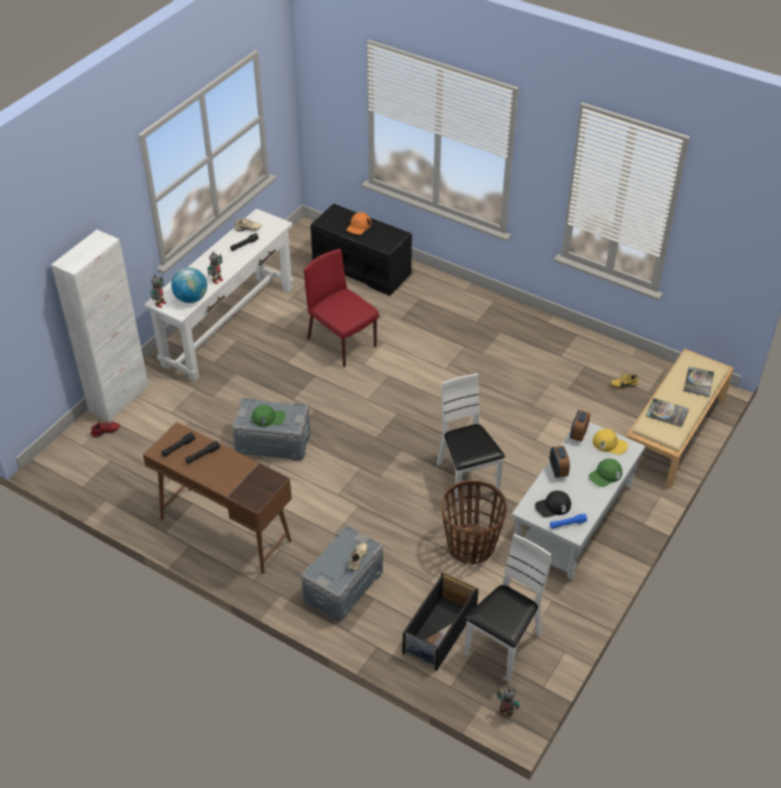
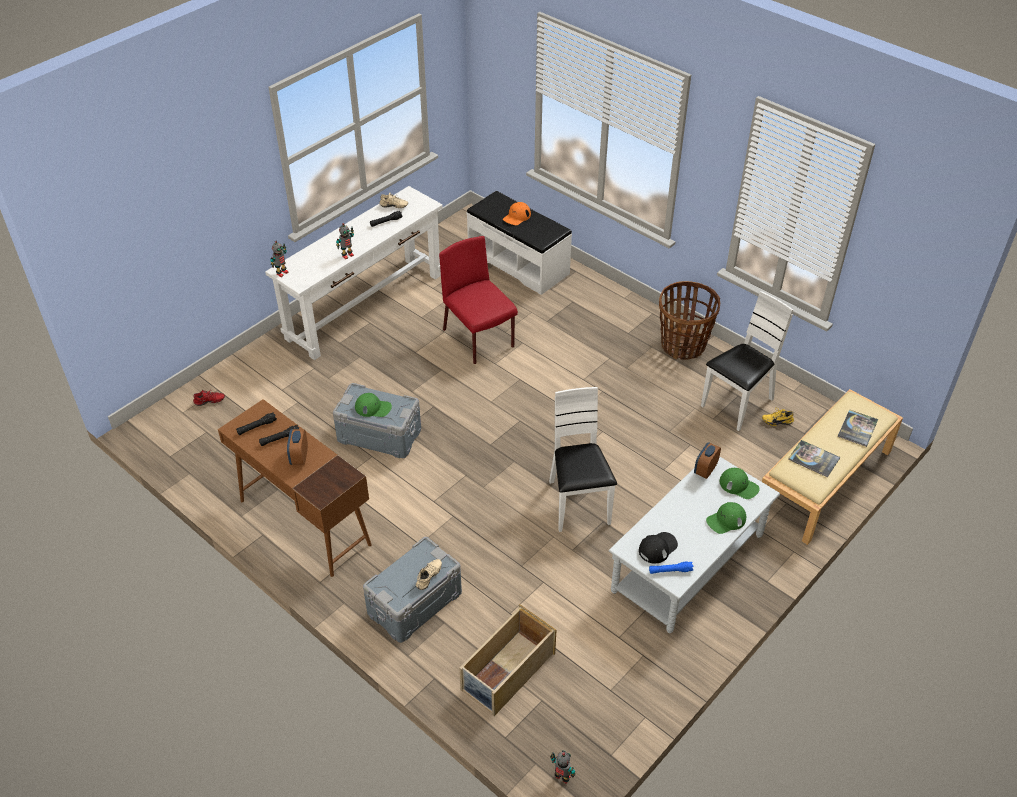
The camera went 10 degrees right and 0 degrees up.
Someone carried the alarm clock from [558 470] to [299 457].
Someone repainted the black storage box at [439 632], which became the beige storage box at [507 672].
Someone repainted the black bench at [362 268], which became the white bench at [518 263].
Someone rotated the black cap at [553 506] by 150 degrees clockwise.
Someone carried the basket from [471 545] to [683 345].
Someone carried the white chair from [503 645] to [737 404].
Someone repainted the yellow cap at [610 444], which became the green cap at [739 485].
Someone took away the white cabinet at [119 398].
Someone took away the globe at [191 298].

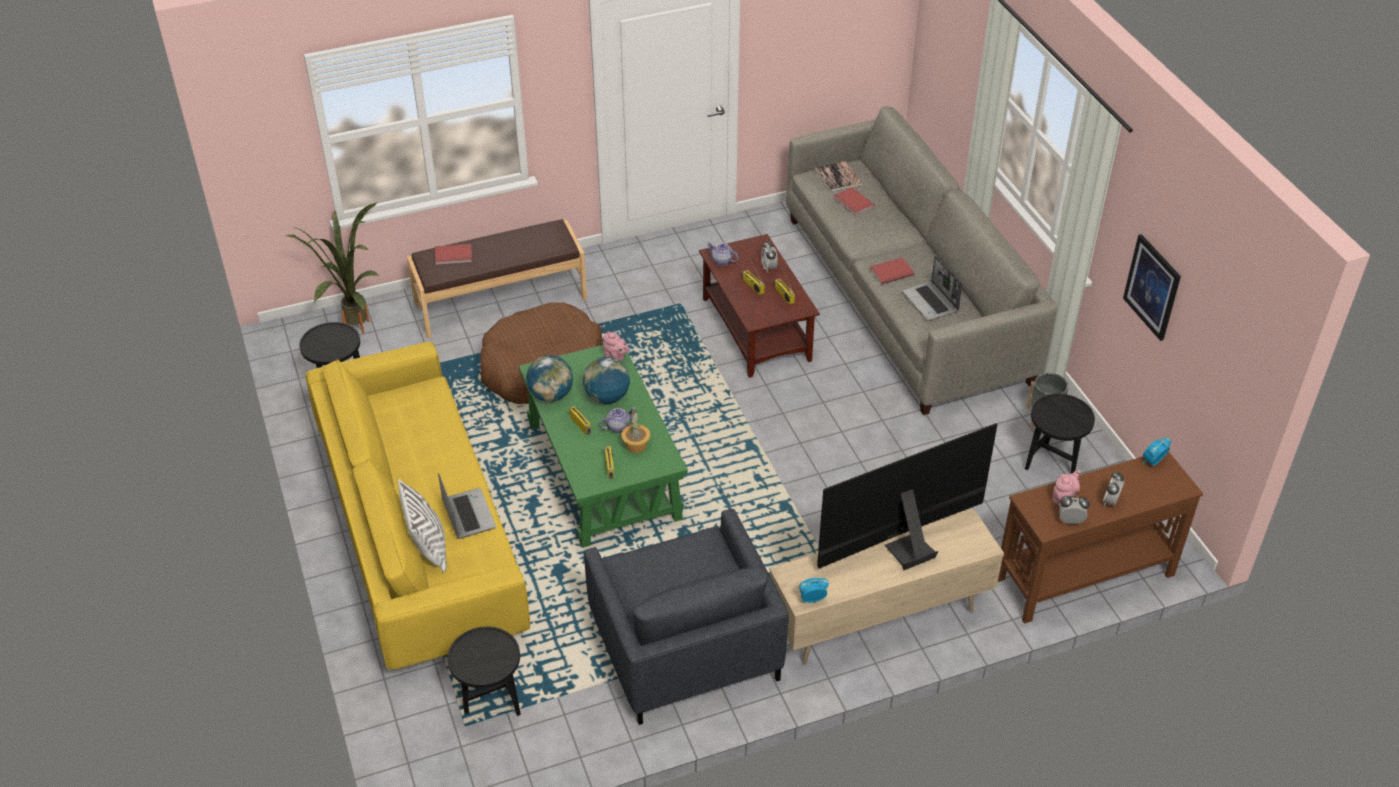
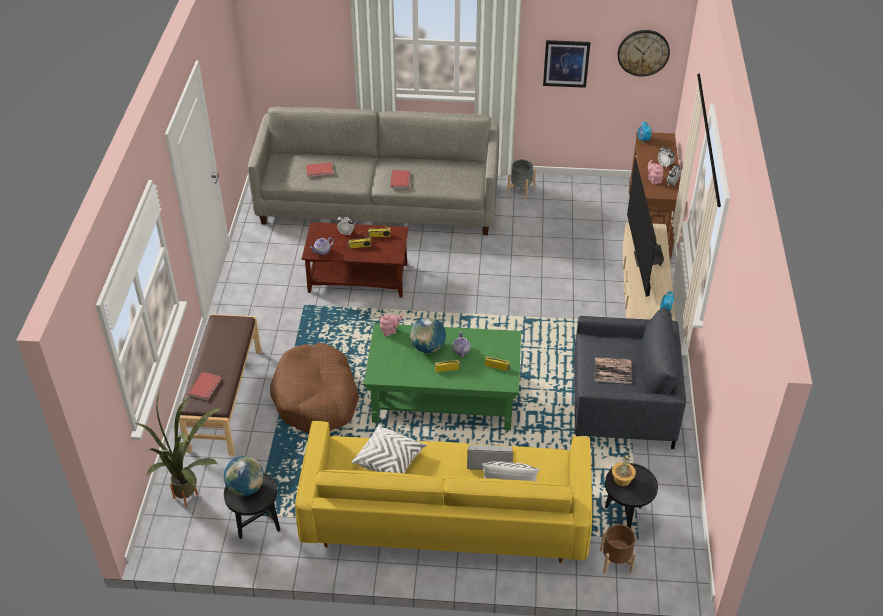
The camera went 65 degrees left and 0 degrees up.
Someone carried the globe from [551 395] to [246 488].
Someone put down the white pillow at [389 459].
Someone carried the book from [838 177] to [613 371].
Someone put down the brown planter at [616 561].
Someone carried the potted plant from [636 445] to [622 479].
Someone put up the wall clock at [643 52].
Someone took away the laptop at [931 302].
Someone took away the black side table at [1052 464].

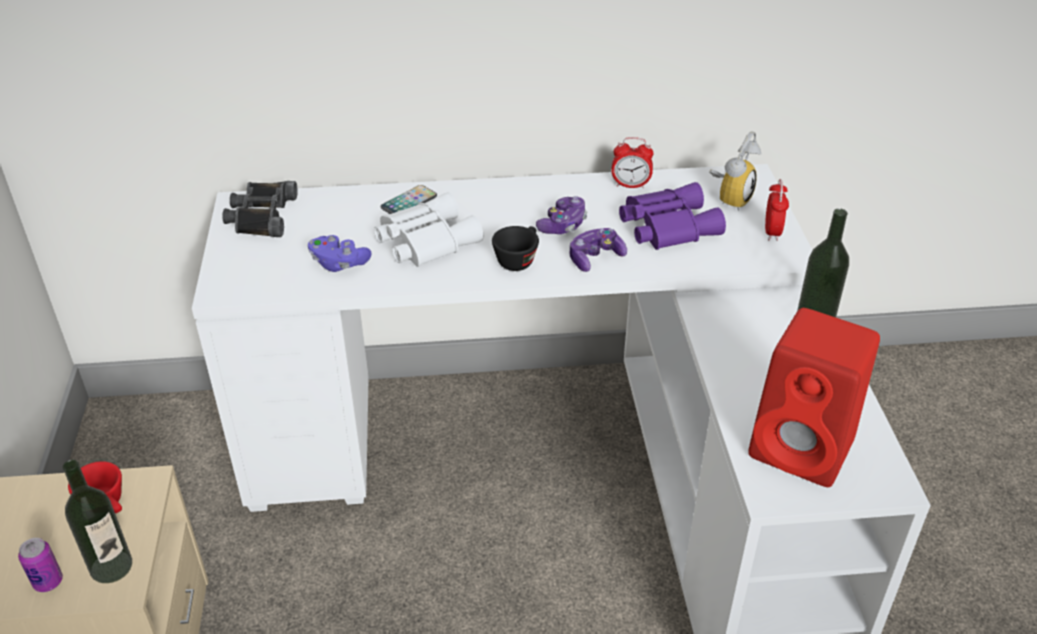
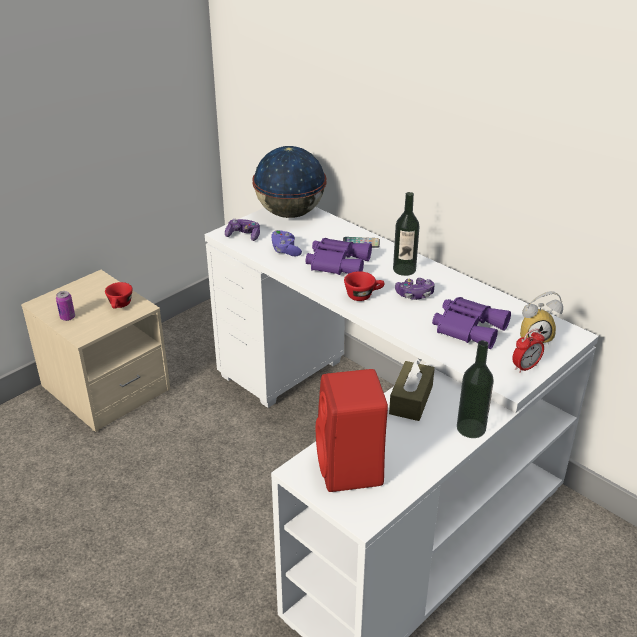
The camera went 50 degrees right and 5 degrees down.
Someone carried the game controller from [595 258] to [243 235].
Someone swapped the black binoculars at [261 216] for the globe at [290 214].
Someone repainted the white binoculars at [424 240], which became the purple binoculars at [337 262].
Someone repainted the black cup at [518 259], which became the red cup at [363 295].
Someone put down the brown tissue box at [411 400].
Someone carried the bottle from [111 566] to [404 269].
Someone took away the alarm clock at [630 185].

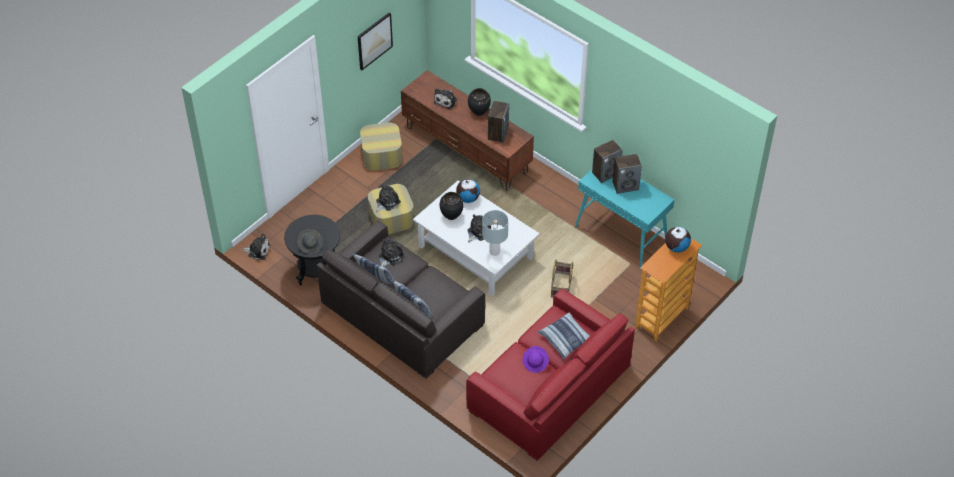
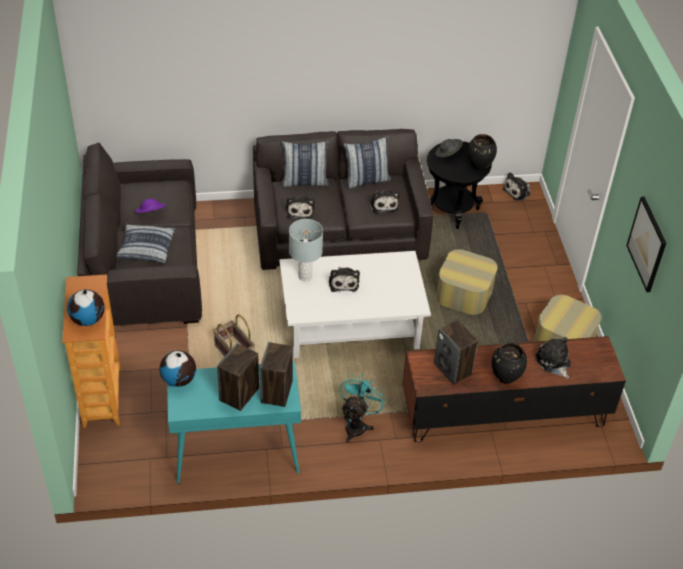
The camera went 130 degrees right and 5 degrees down.
Someone repainted the red sofa at [549 389], which became the grey sofa at [144 264].
Someone carried the globe from [468 198] to [179 380].
Someone carried the plush toy from [386 202] to [300 210].
Someone put down the turquoise fan at [357 425].
Someone carried the black vase from [451 215] to [480 166].

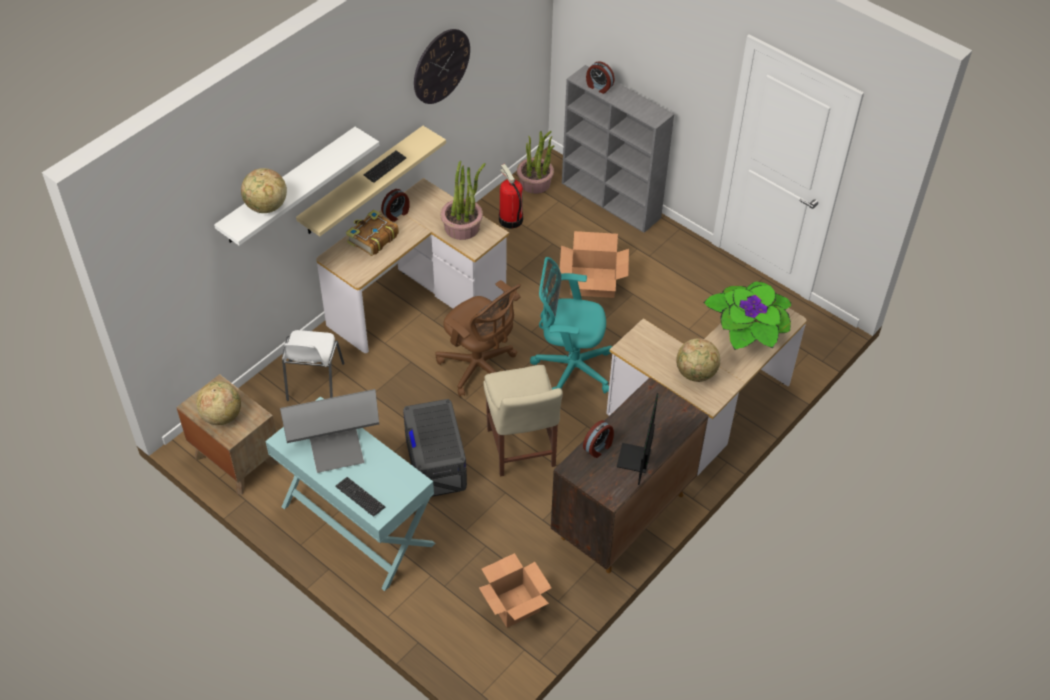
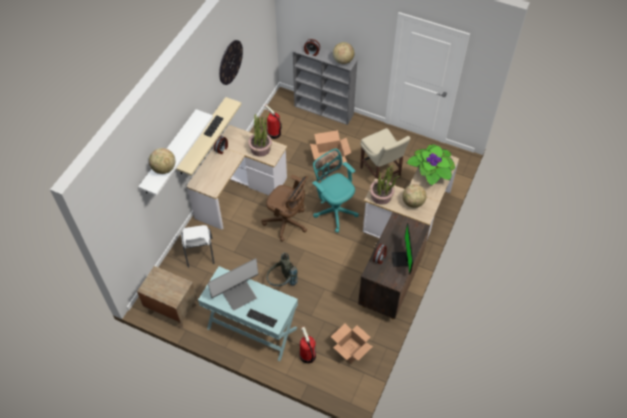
The camera went 15 degrees left and 5 degrees up.
Someone swapped the grey storage box at [436 462] for the grey backpack at [281 281].
Someone put down the fire extinguisher at [307 355].
Someone rotated the turquoise office chair at [569 367] by 60 degrees clockwise.
Someone carried the globe from [222 416] to [343 60].
Someone carried the beige chair from [521 450] to [381 174].
Someone carried the potted plant from [535 183] to [381 196].
Someone took away the book at [372 238].

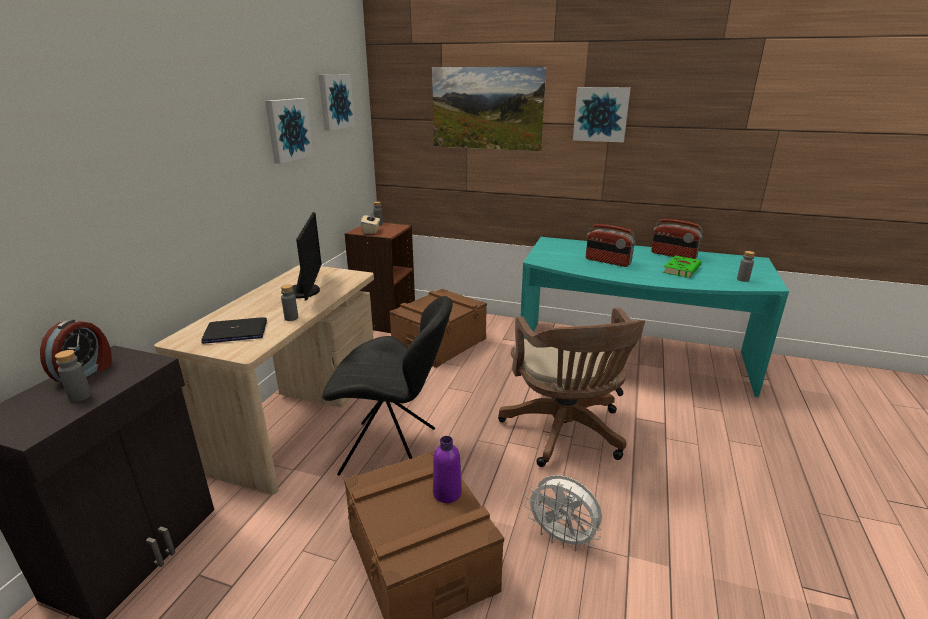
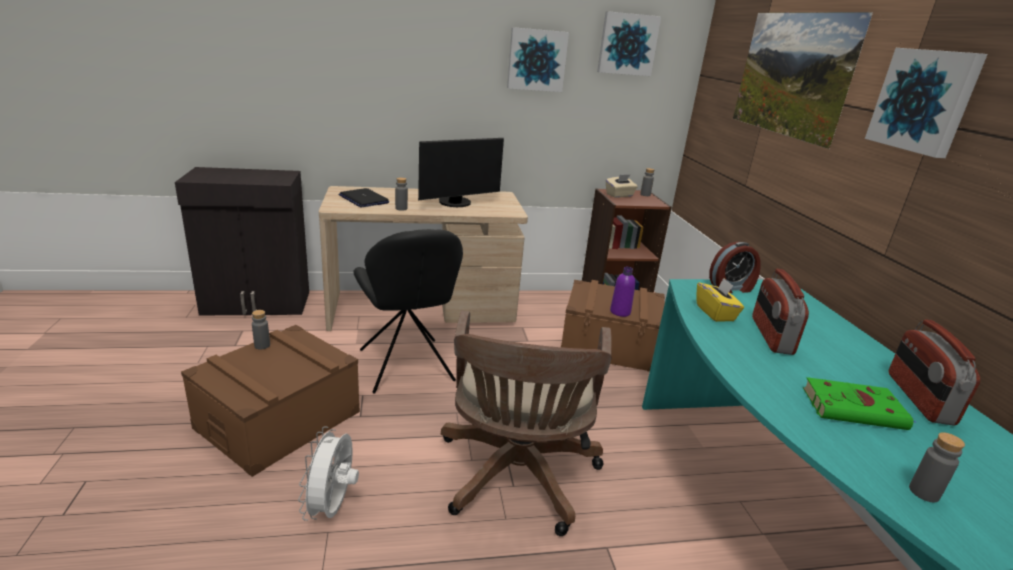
The camera went 60 degrees right and 0 degrees up.
Someone carried the grey bottle from [80 396] to [262 345].
Someone rotated the brown office chair at [565 433] by 45 degrees counterclockwise.
Someone carried the purple bottle from [447 493] to [620 312].
Someone put down the yellow tissue box at [715 313].
Someone carried the alarm clock from [85 373] to [731 288].

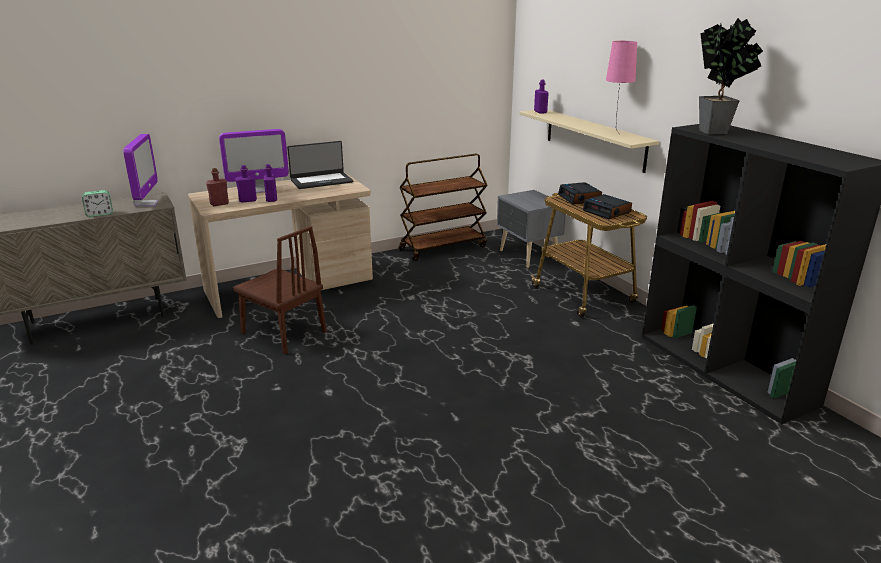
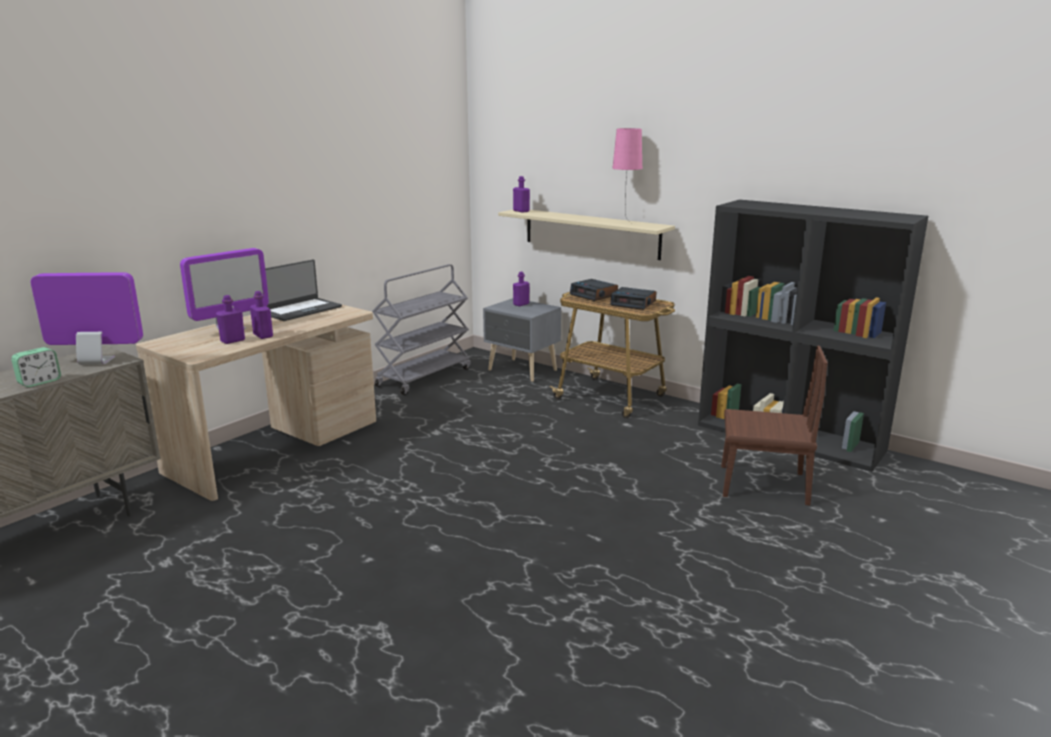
The camera went 25 degrees left and 5 degrees down.
Someone rotated the monitor at [146 204] by 60 degrees counterclockwise.
Someone repainted the brown cart at [443 248], which became the grey cart at [424 377].
Someone put down the purple bottle at [521 304].
Someone carried the brown chair from [283 332] to [763 484].
Someone took away the red bottle at [219 204].
Someone took away the potted plant at [718 132].

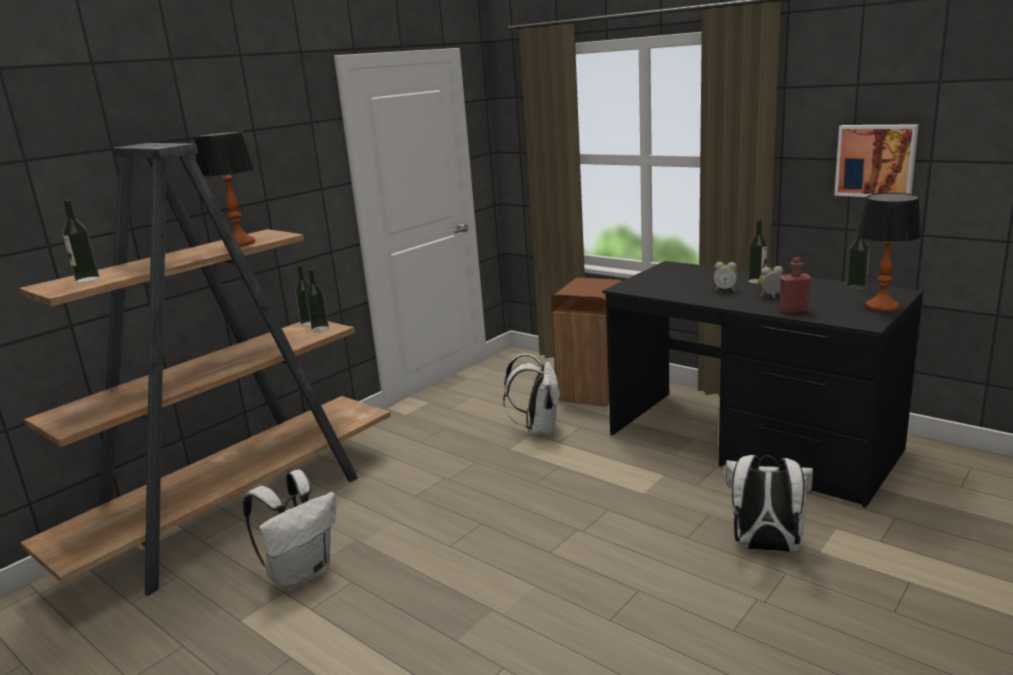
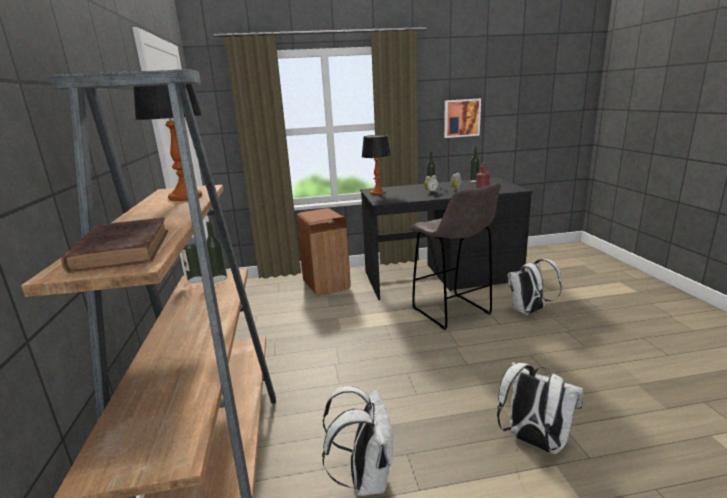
The camera went 50 degrees left and 0 degrees up.
Someone swapped the bottle at [87 279] for the brown book at [124 249].
Someone carried the table lamp from [881 307] to [377 193].
Someone put down the grey stool at [452 312].
Someone carried the white backpack from [538 430] to [533 441].

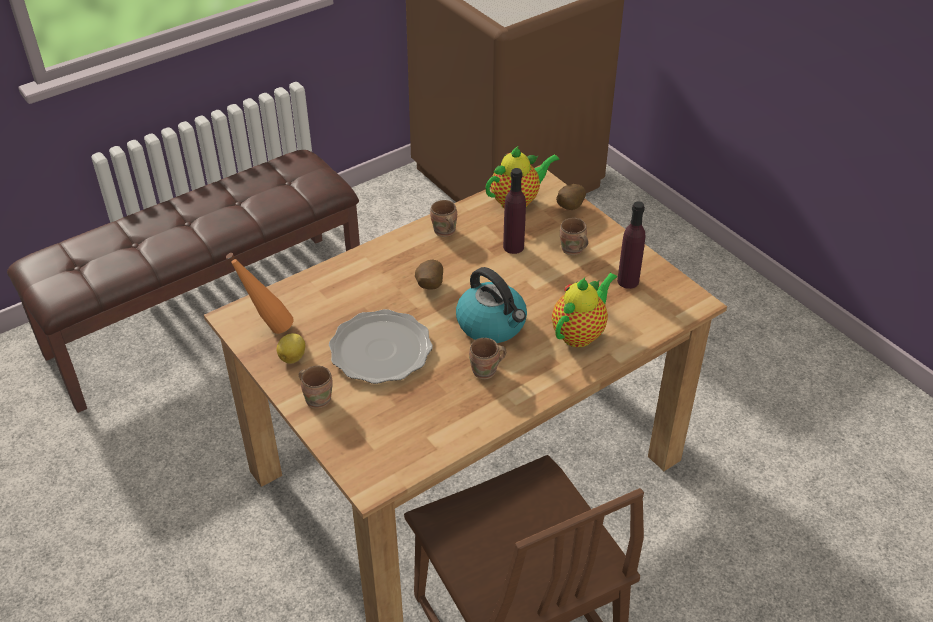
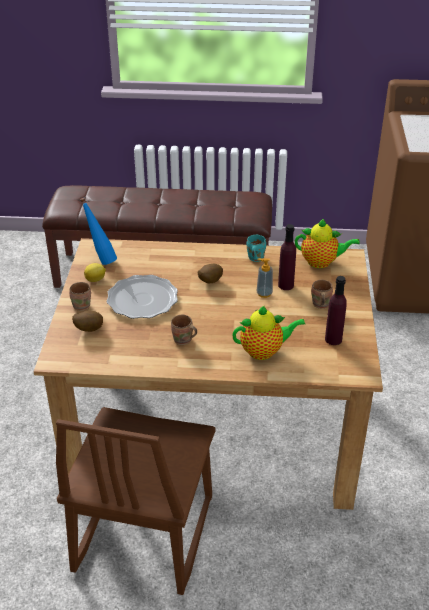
The camera went 40 degrees right and 5 degrees down.
Someone carried the potato from [569 208] to [89 329].
Someone repainted the orange bottle at [268 329], which became the blue bottle at [101 260].
Someone repainted the brown mug at [444 232], which became the turquoise mug at [254 258].
Someone put down the soap dispenser at [264 293].
Someone took away the kettle at [492 324].

